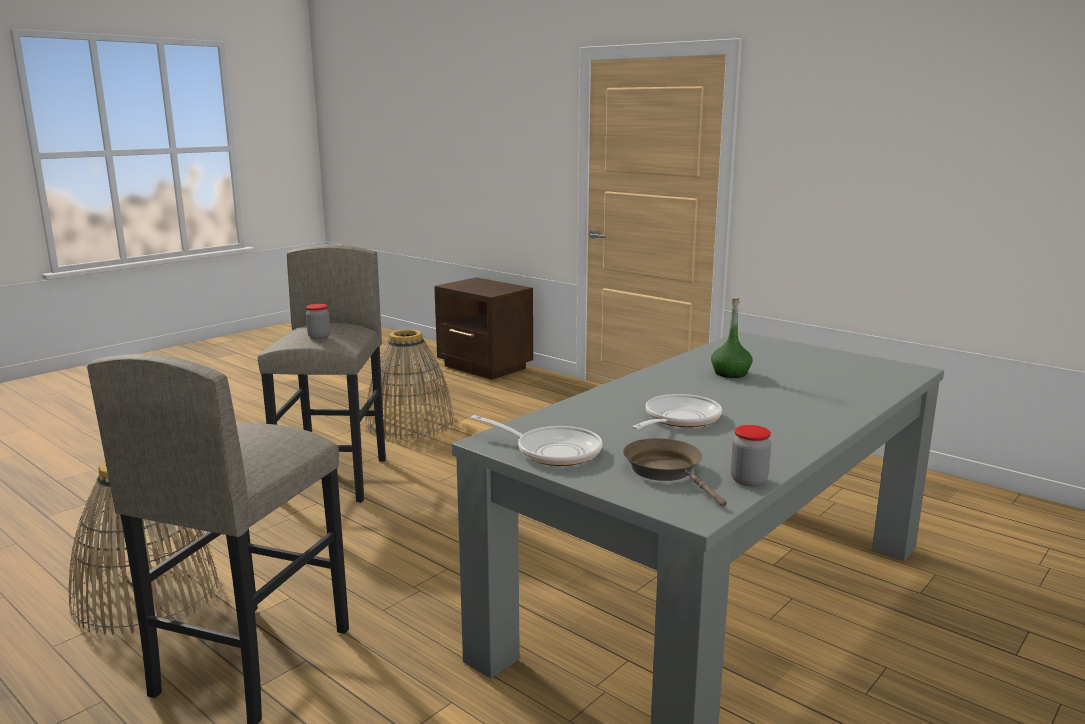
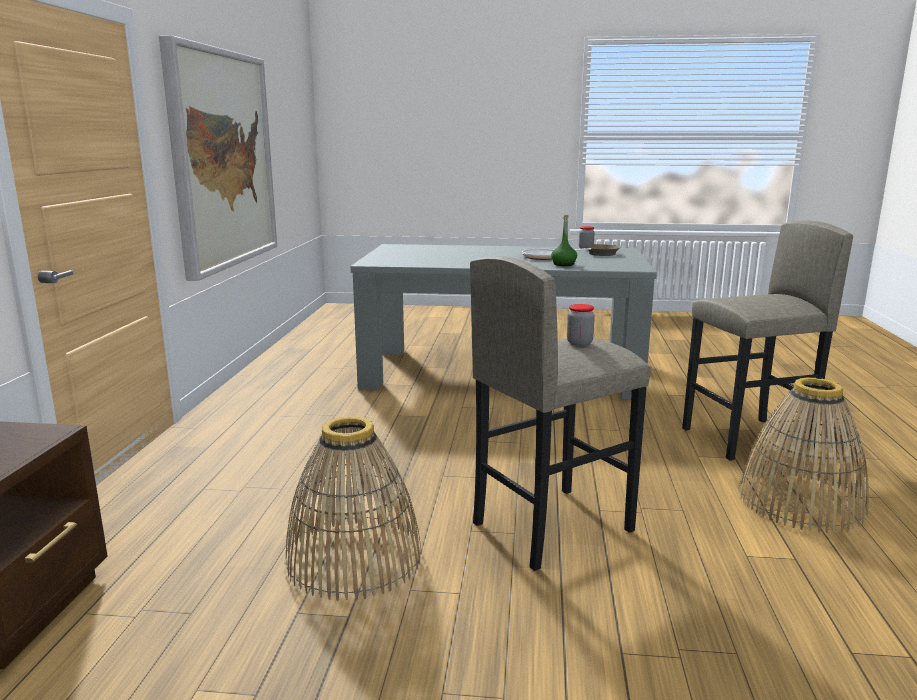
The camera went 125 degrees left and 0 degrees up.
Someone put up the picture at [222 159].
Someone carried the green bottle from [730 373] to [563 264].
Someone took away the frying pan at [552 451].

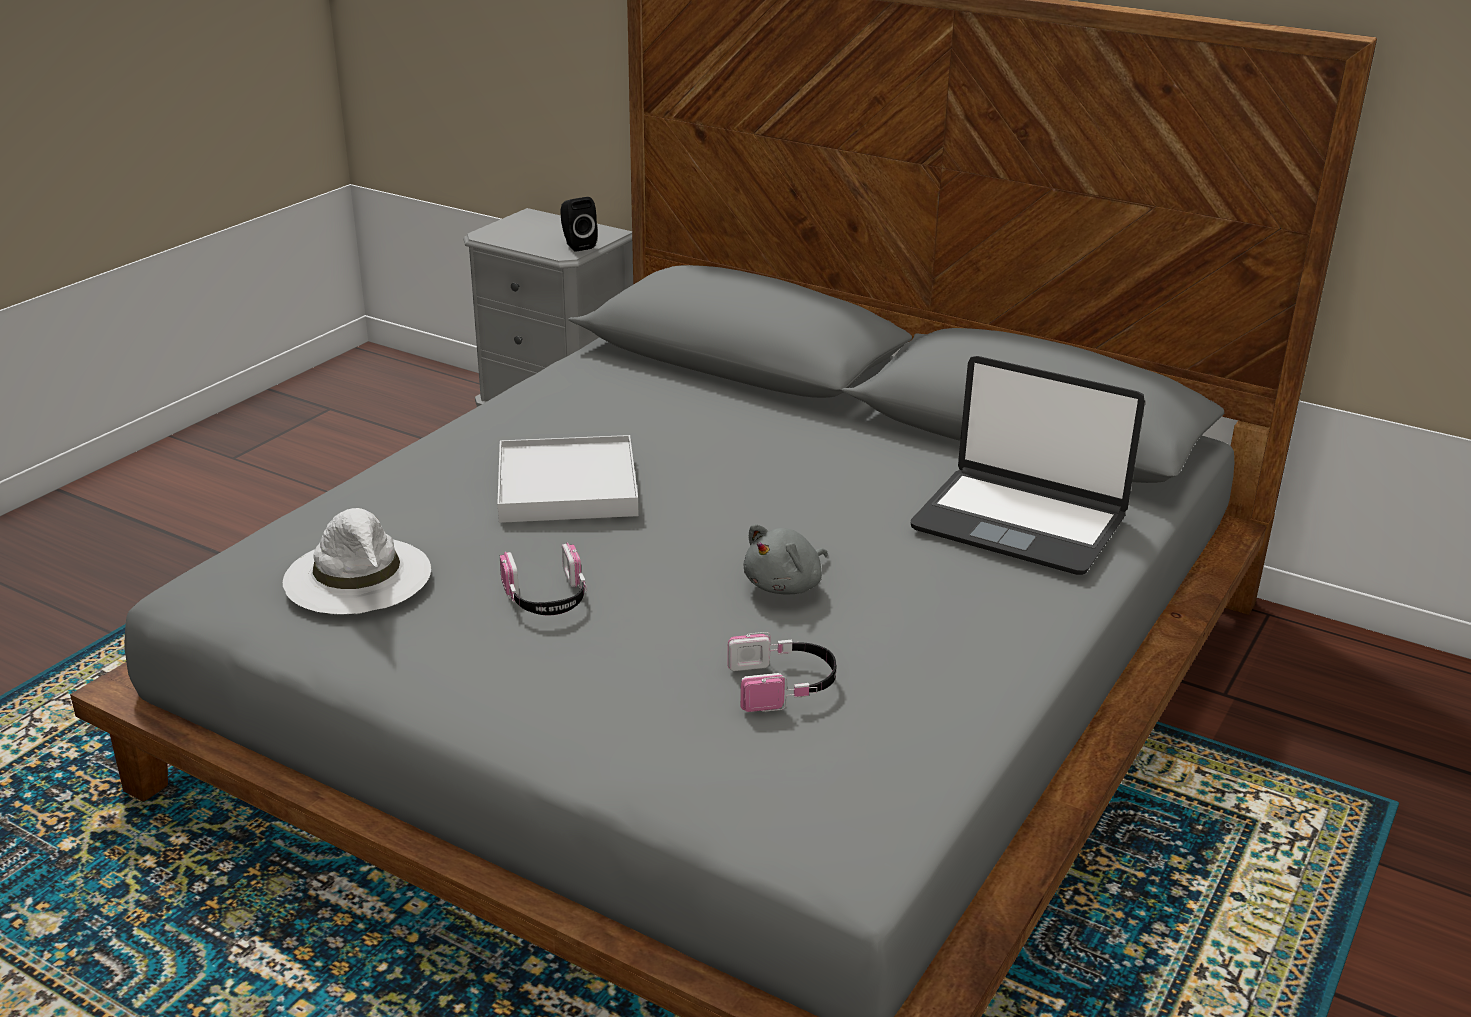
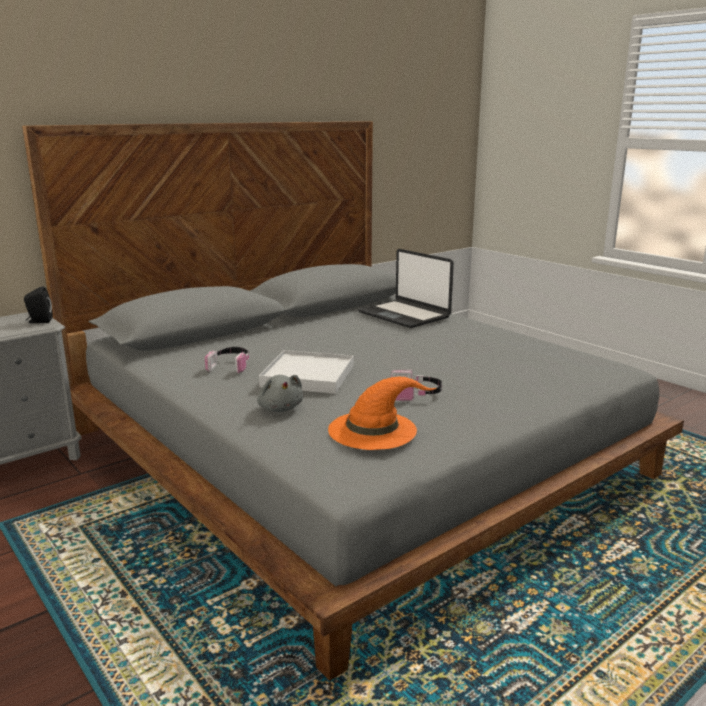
The camera went 70 degrees left and 10 degrees down.
Someone carried the headphones from [784 685] to [230 365].
Someone carried the grey plush toy from [786 585] to [280 408].
Someone repainted the white hat at [359 576], which became the orange hat at [373 429].
Someone rotated the laptop at [1019 522] by 90 degrees clockwise.

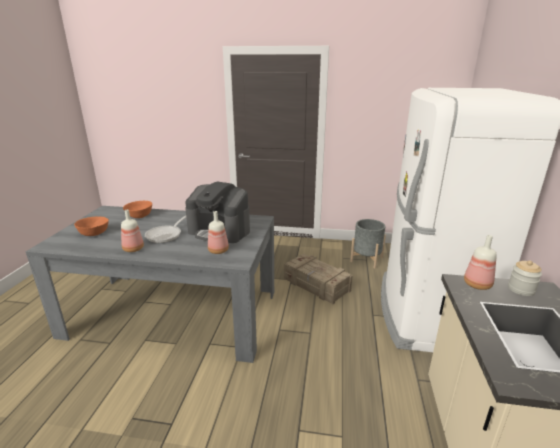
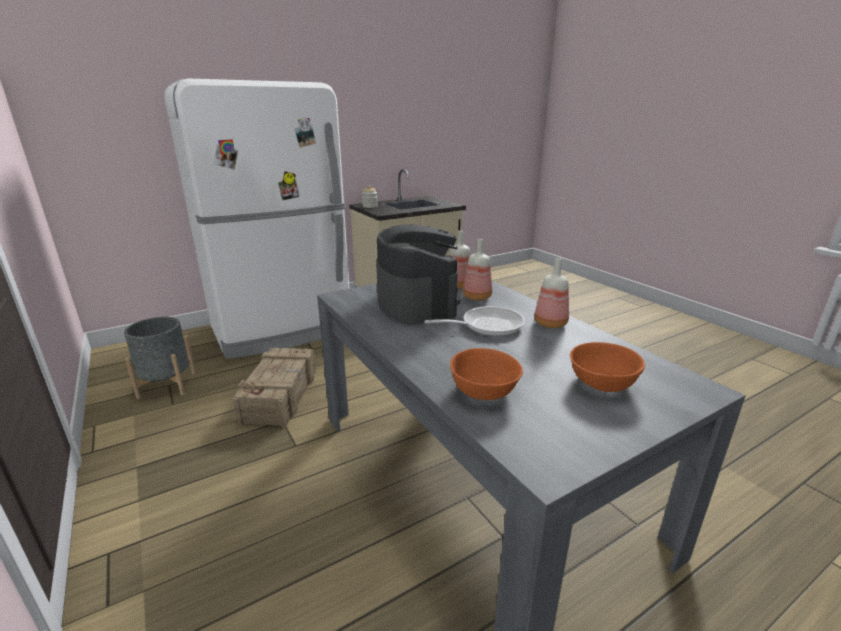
The camera went 130 degrees left and 0 degrees up.
Someone carried the bottle from [478 285] to [477 297].

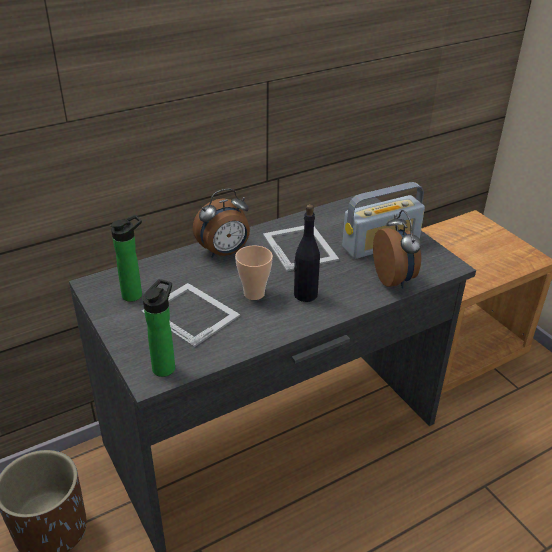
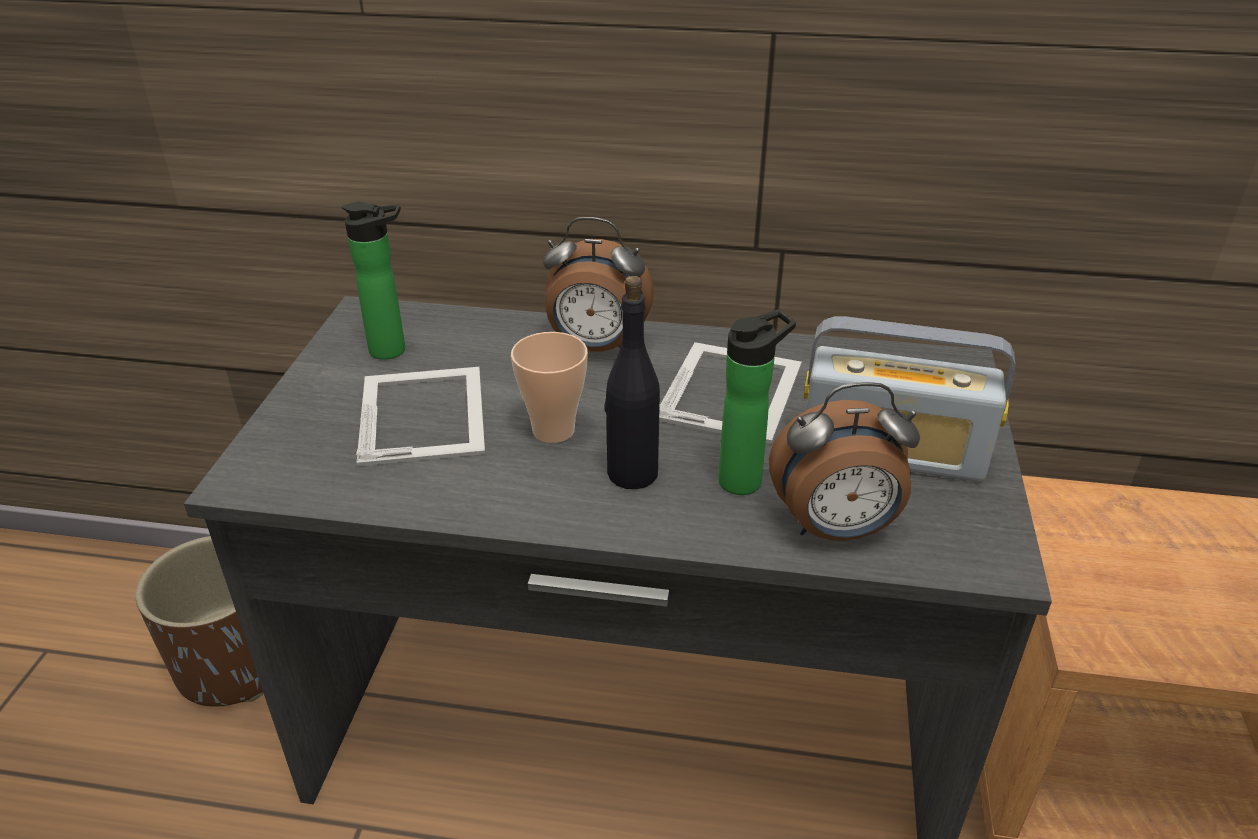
The camera went 40 degrees right and 0 degrees up.
Someone carried the bottle from [165 366] to [746 479].
Someone rotated the alarm clock at [394 279] by 60 degrees clockwise.

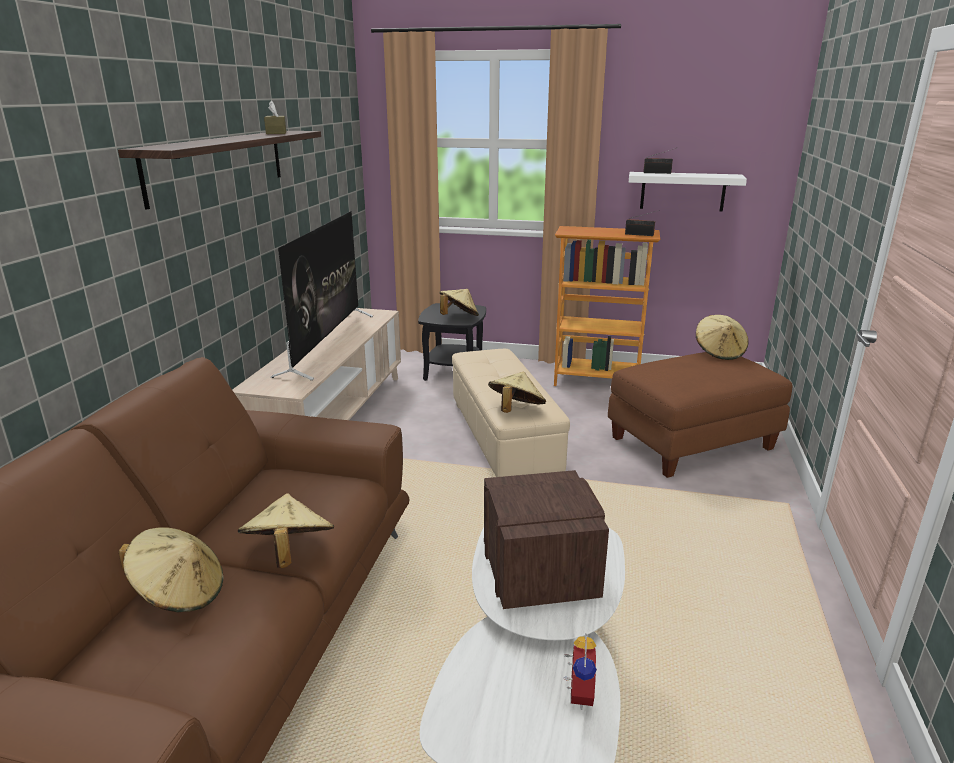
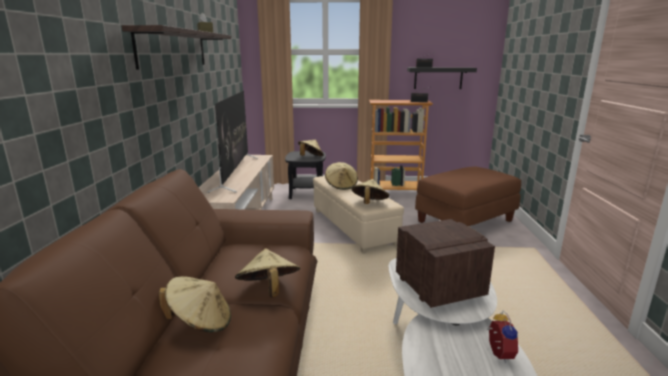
The camera went 10 degrees left and 5 degrees down.
Someone carried the beige hat from [719 352] to [341 185].
Someone repainted the white shelf at [682 191], which became the black shelf at [438 78].

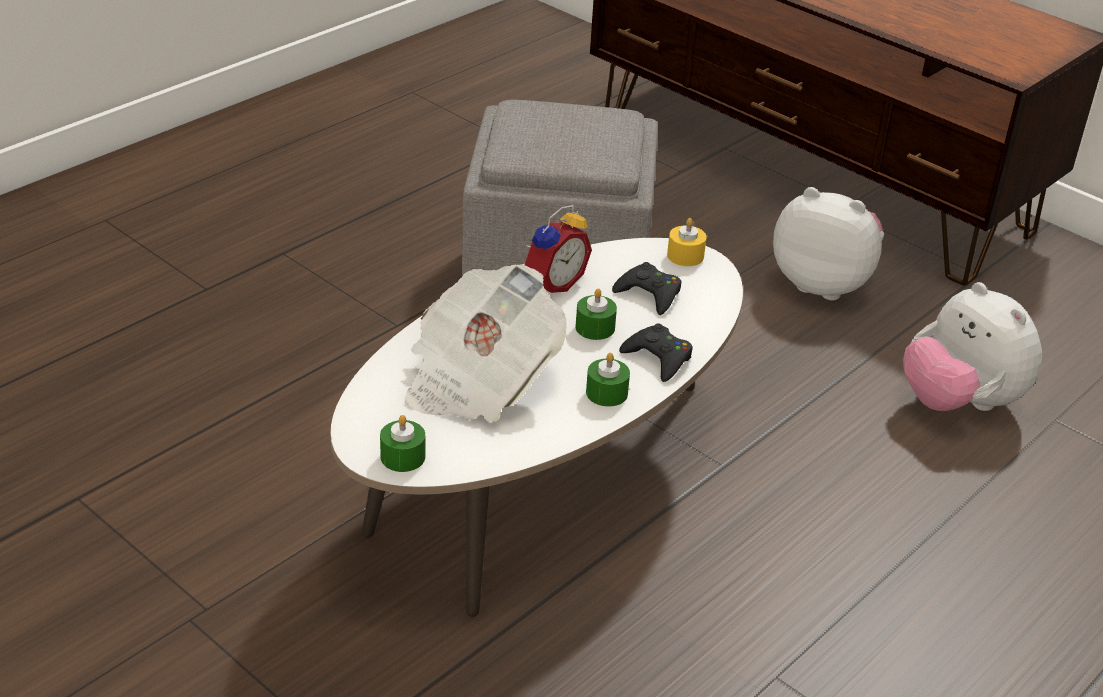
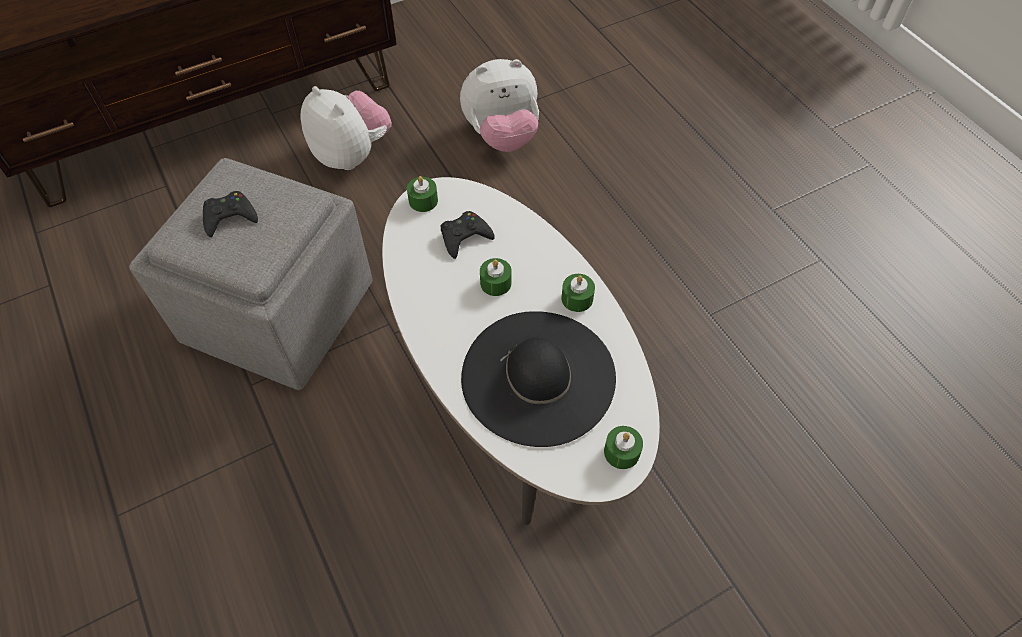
The camera went 70 degrees left and 20 degrees up.
Someone carried the black game controller from [658 358] to [229 217].
Someone rotated the plush toy at [823 284] by 90 degrees clockwise.
Someone repainted the yellow candle at [685 256], which became the green candle at [423 200].
Someone swapped the newspaper at [479 379] for the black hat at [538 376].
Someone took away the alarm clock at [553 283].

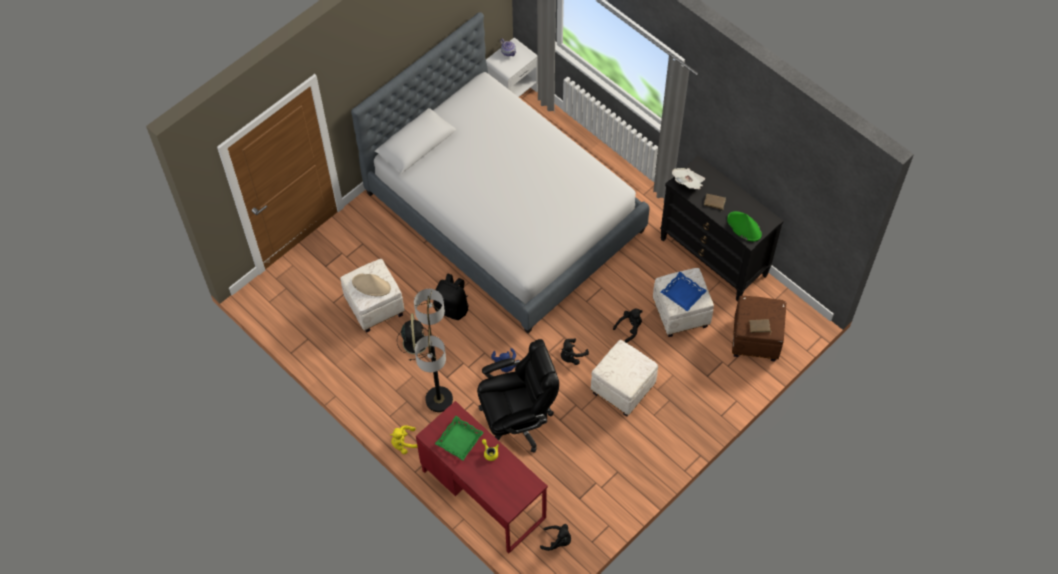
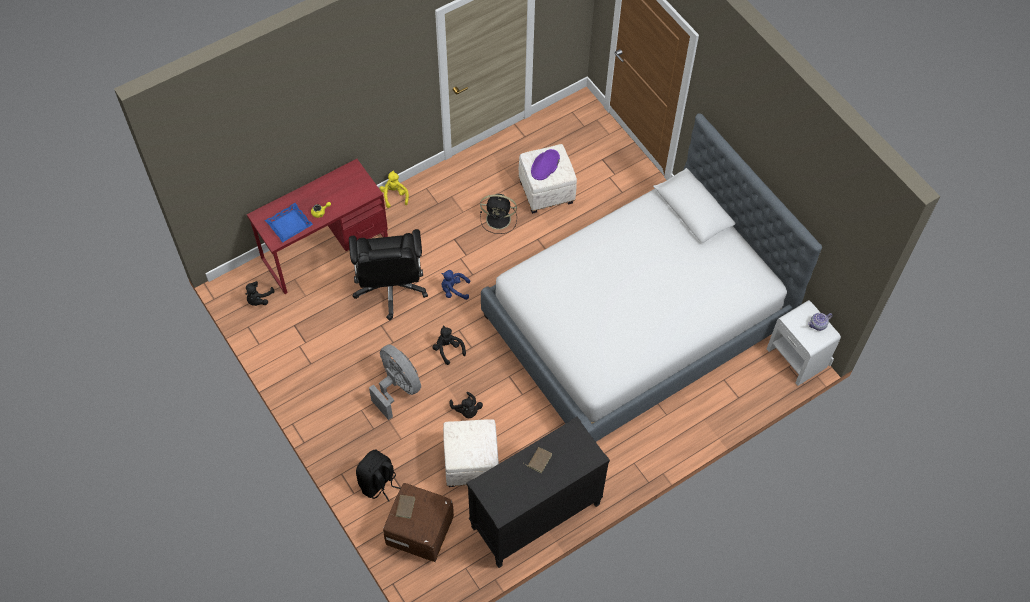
The camera went 100 degrees right and 0 degrees up.
Someone carried the blue tray from [682 293] to [289 224].
Someone carried the black backpack from [452 308] to [378 483].
Someone swapped the white ottoman at [623 390] for the grey fan at [397 388].
Someone repainted the beige hat at [371 285], which became the purple hat at [545 165].
Someone took away the floor lamp at [439 400].
Someone took away the green tray at [459 439].
Someone took away the newspaper at [688 183].
Someone took away the green hat at [744 227].

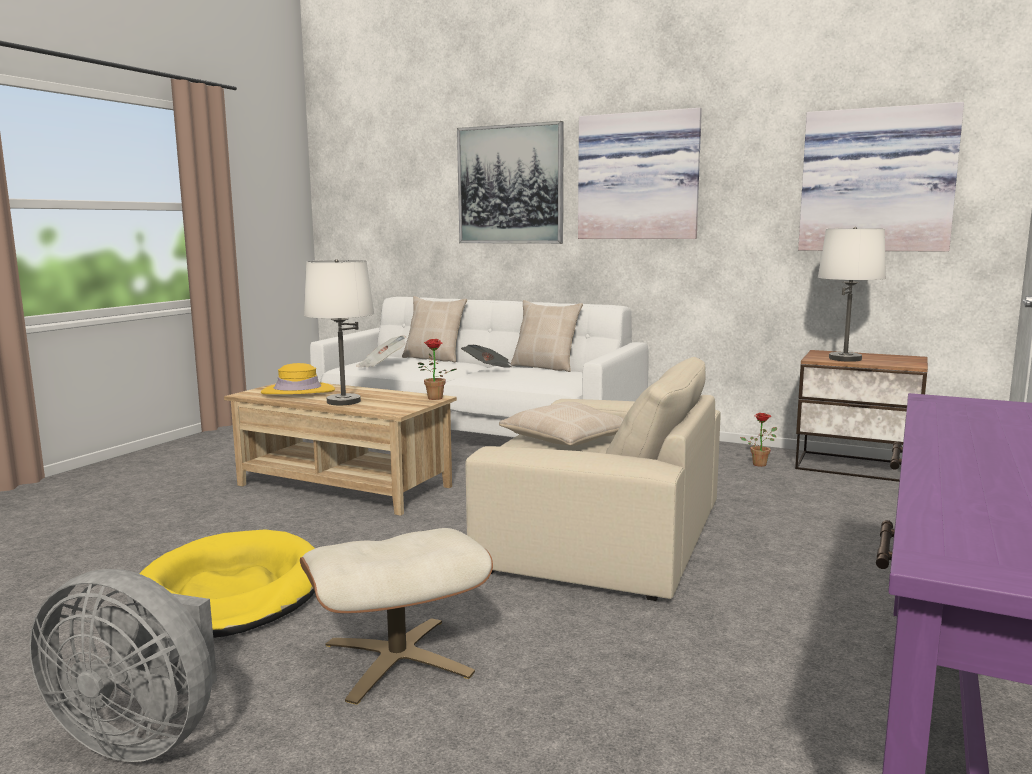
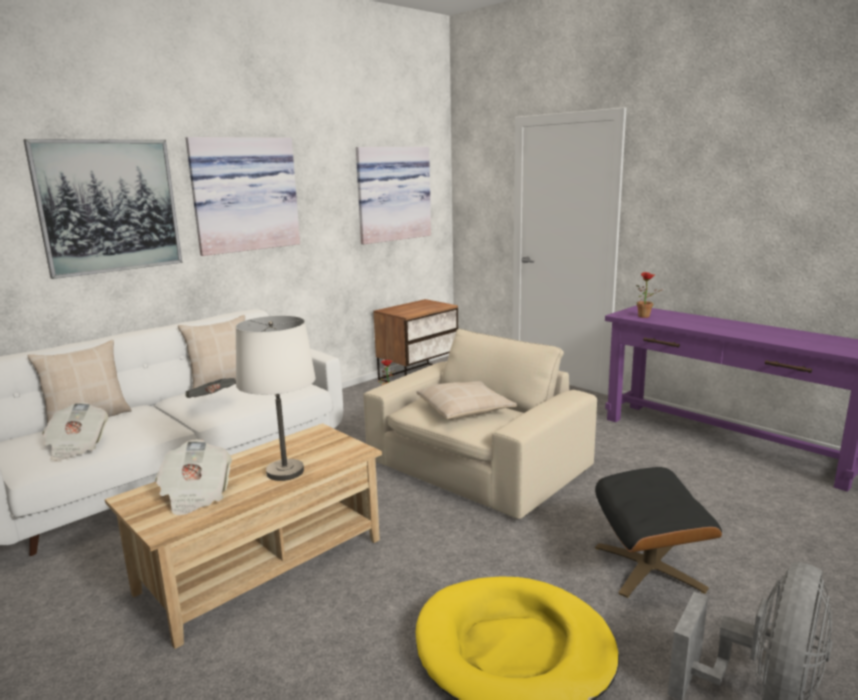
The camera went 70 degrees left and 5 degrees up.
Someone swapped the yellow hat at [298 391] for the newspaper at [195 495].
Someone repainted the beige ottoman at [397 659], which became the black ottoman at [649 567].
Someone carried the potted plant from [434 399] to [646 316].
Someone took away the white table lamp at [844 358].

